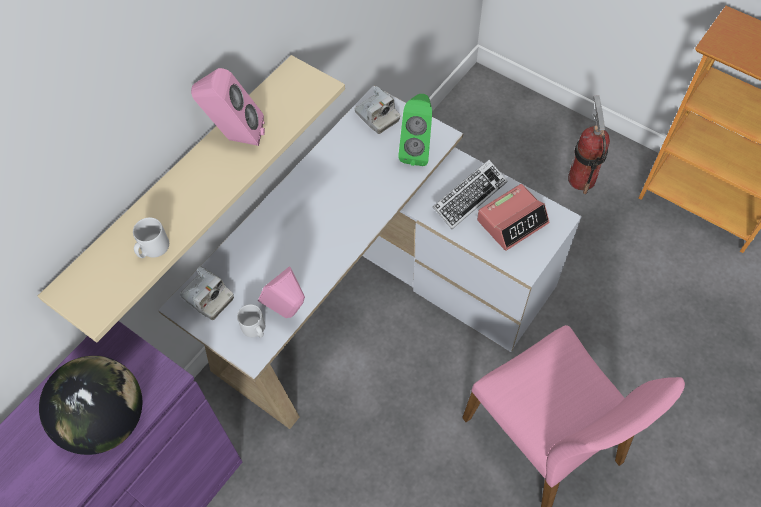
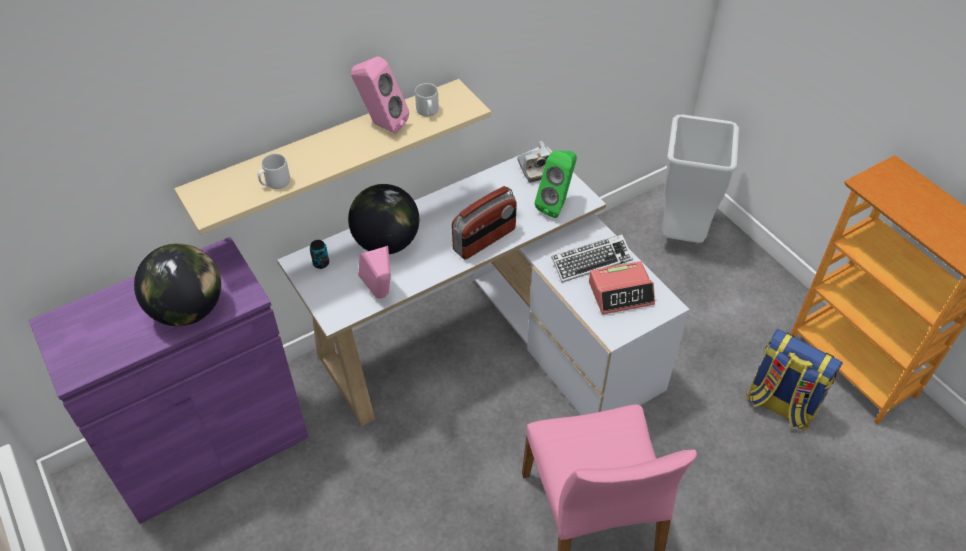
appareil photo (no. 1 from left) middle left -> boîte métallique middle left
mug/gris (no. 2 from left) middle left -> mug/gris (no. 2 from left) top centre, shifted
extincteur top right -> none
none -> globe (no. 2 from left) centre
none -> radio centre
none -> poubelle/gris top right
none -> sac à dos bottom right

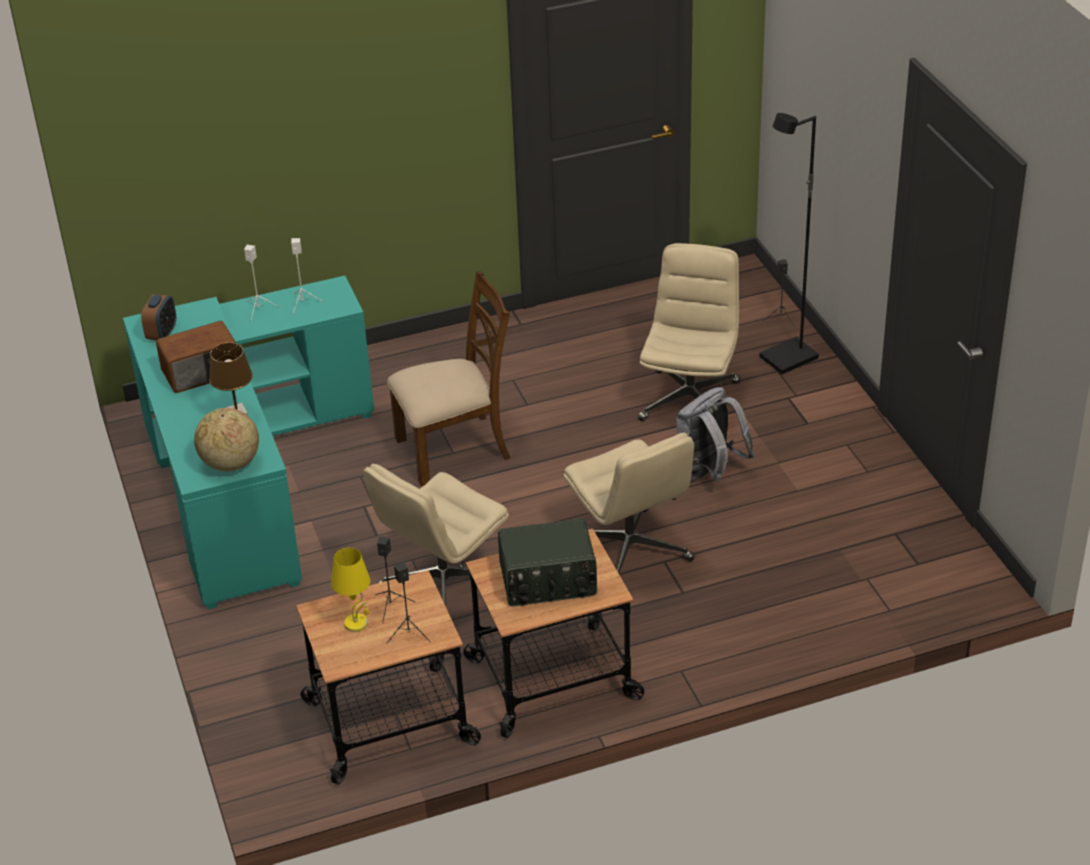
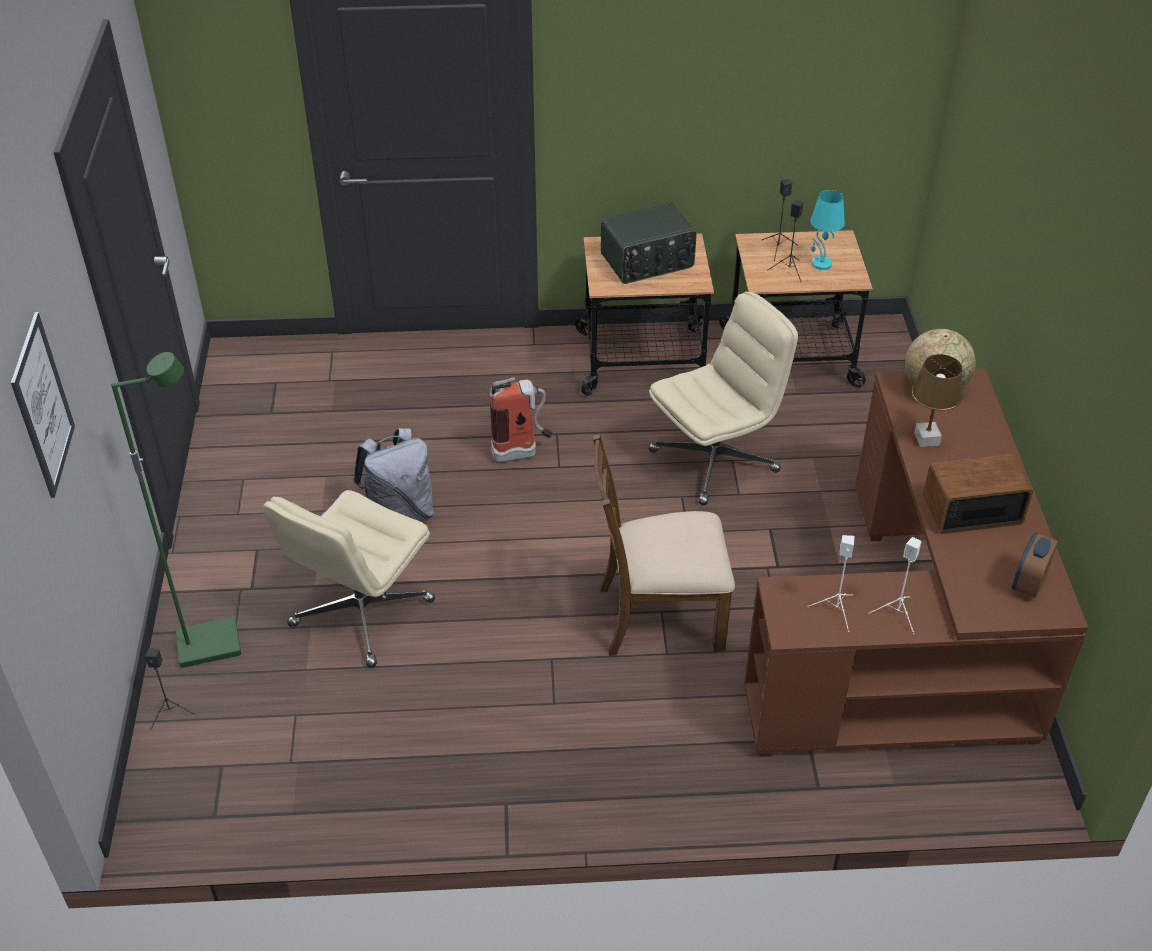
bureau/turquoise middle left -> bureau/marron middle right
lampe de table/jaune bottom left -> lampe de table/turquoise top right
radio (no. 2 from left in the first image) centre -> radio (no. 1 from left) top centre, 150 degrees clockwise
chaise de bureau/beige (no. 2 from left) centre -> extincteur centre
lampadaire/noir top right -> lampadaire/vert middle left
none -> tableau middle left

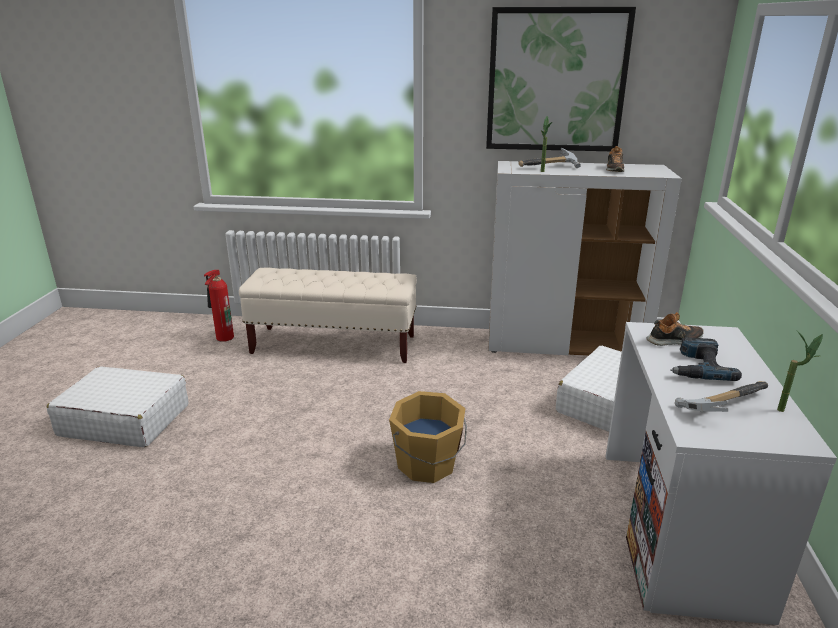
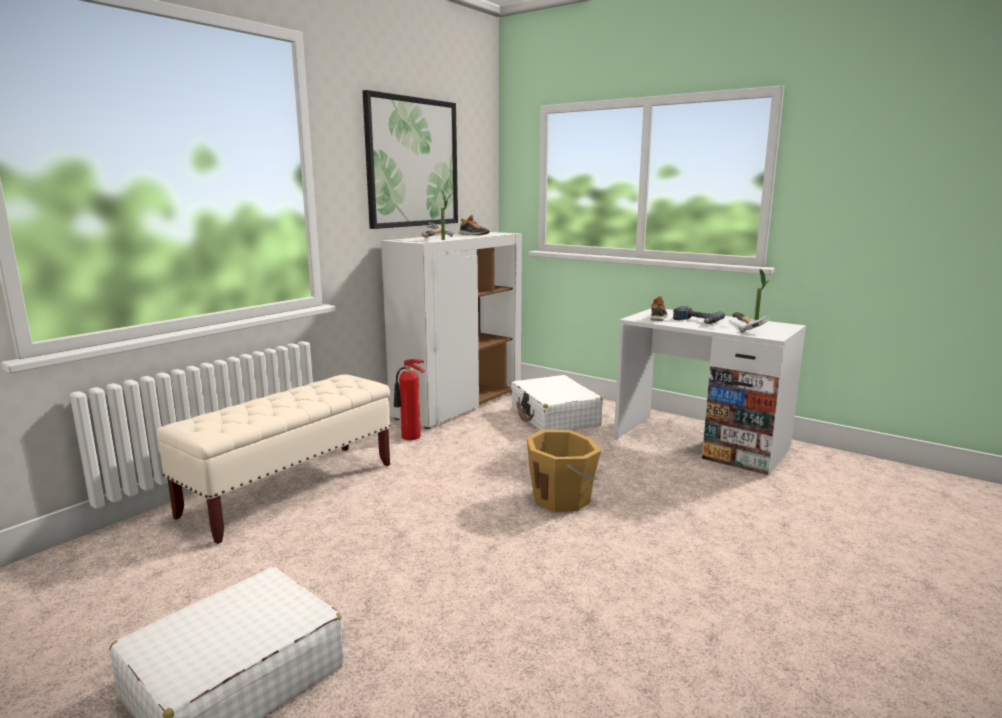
extincteur middle left -> extincteur centre, shifted

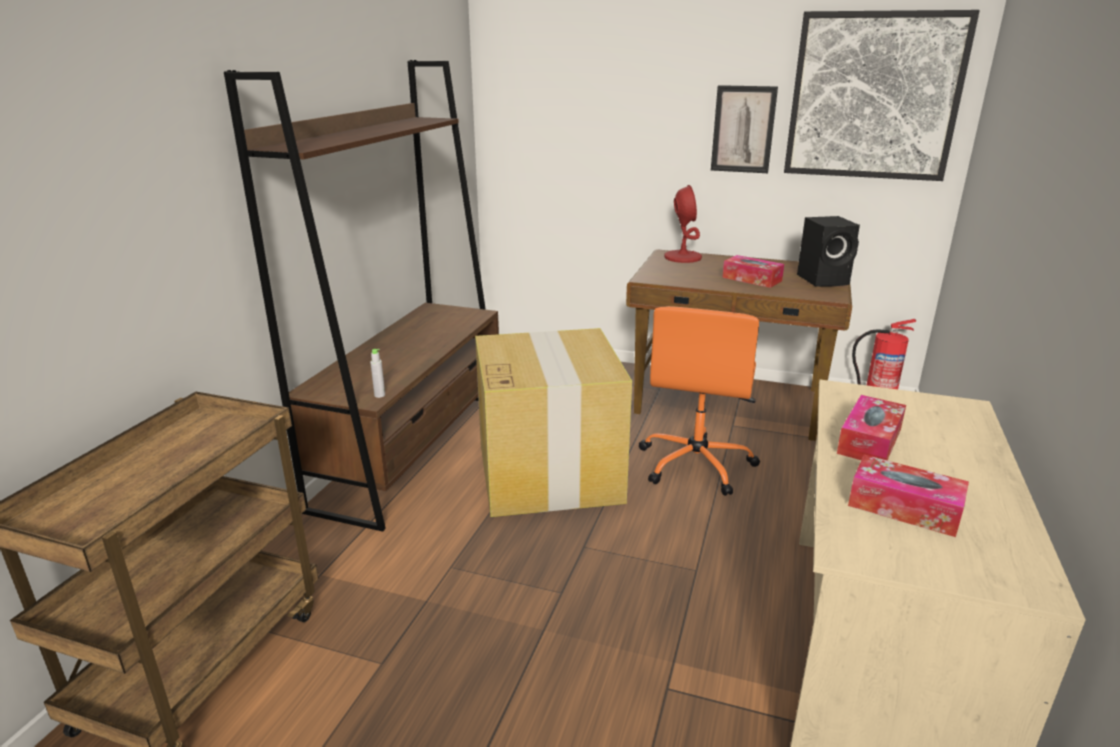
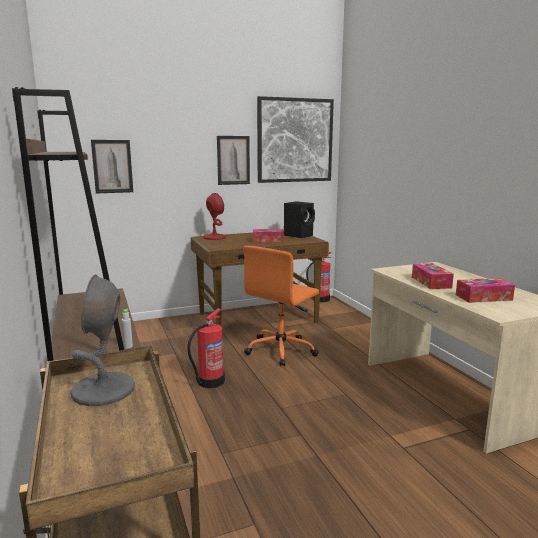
carton centre -> extincteur (no. 1 from left) centre
chaise de bureau/orange centre, 60 degrees clockwise
none -> lampe de table/gris middle left
none -> tableau (no. 1 from left) top left

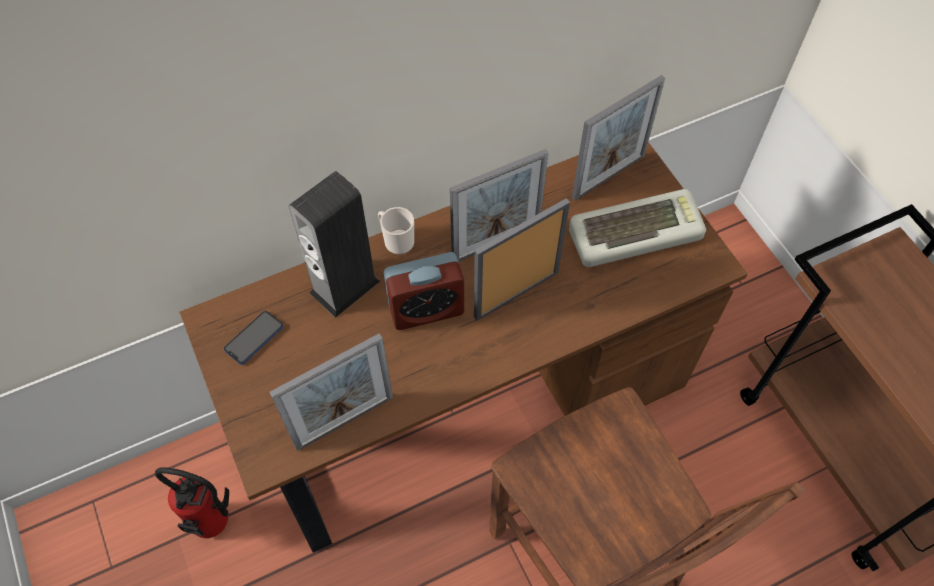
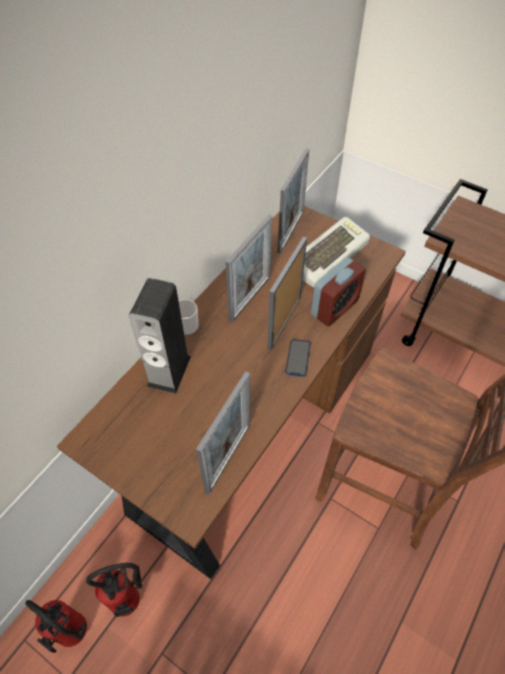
téléphone middle left -> téléphone centre, shifted
réveil centre -> réveil middle right, shifted
none -> extincteur (no. 1 from left) bottom left

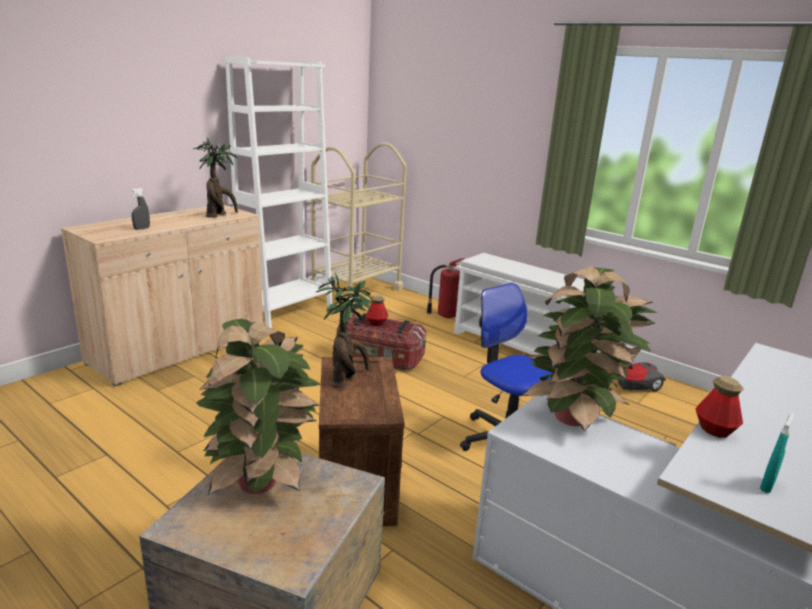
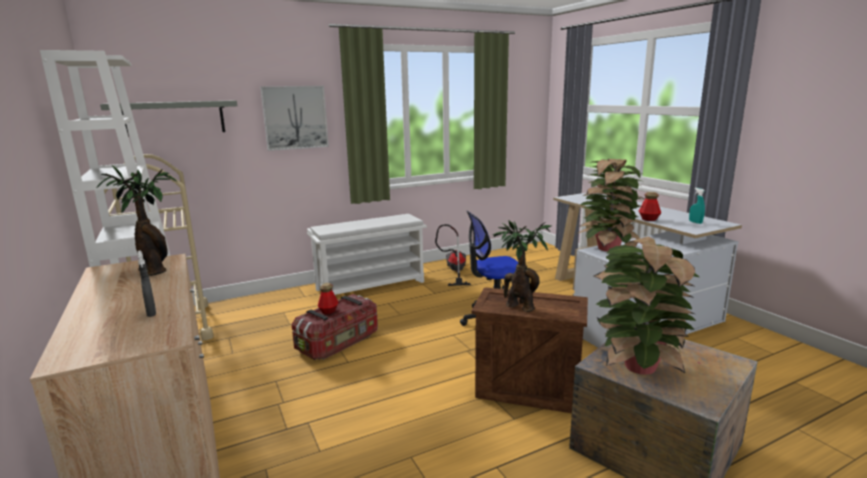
extincteur centre -> none
none -> étagère/gris top left
none -> tableau top centre

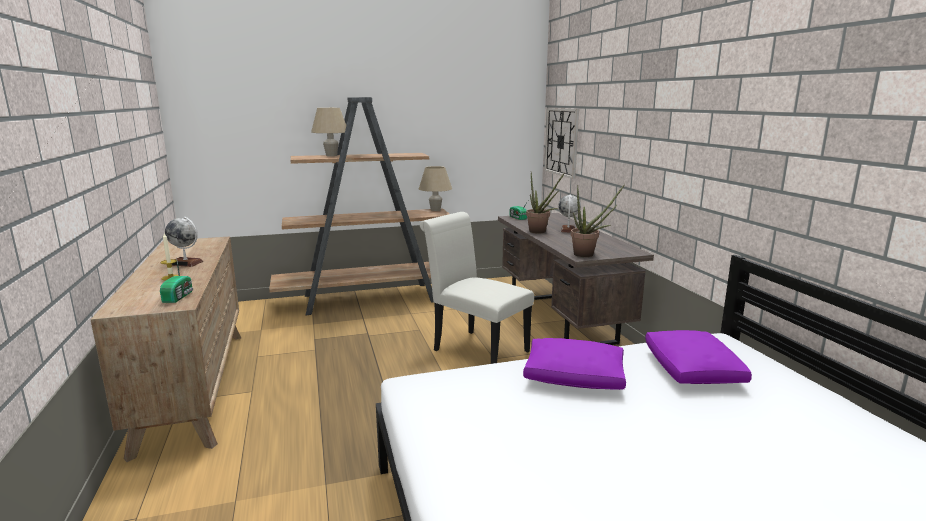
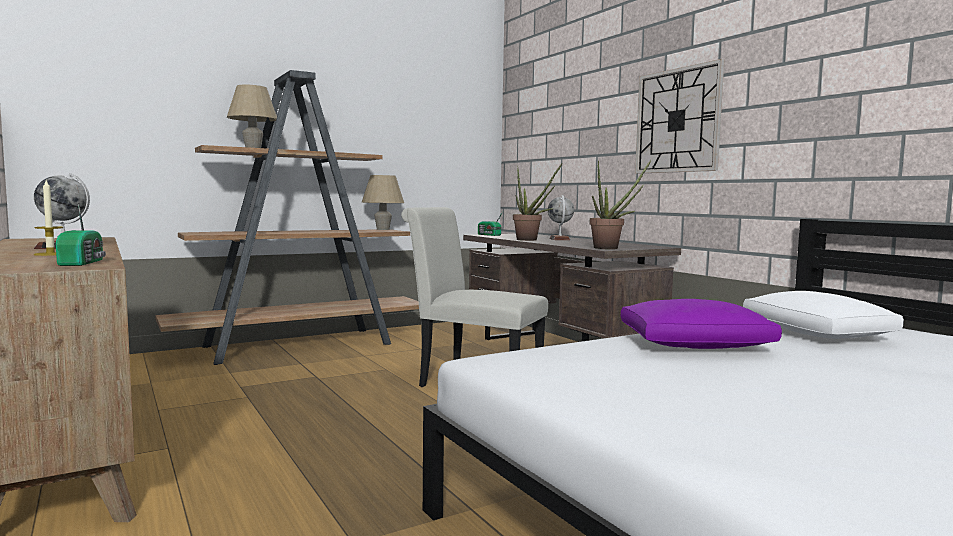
horloge murale top centre -> horloge murale top right, shifted
coussin/violet (no. 2 from left) bottom right -> coussin/blanc middle right

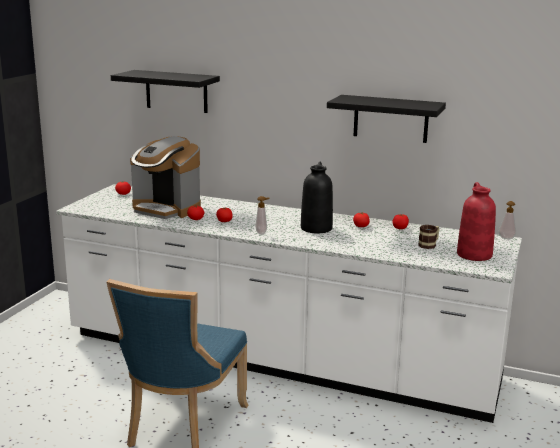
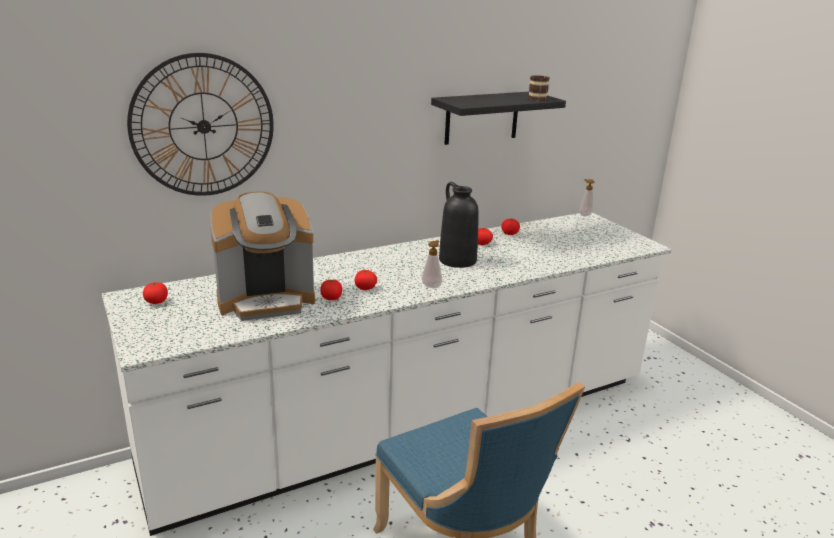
étagère/noir (no. 1 from left) top left -> horloge murale top left
mug middle right -> mug top centre, shifted
vase/rouge middle right -> none

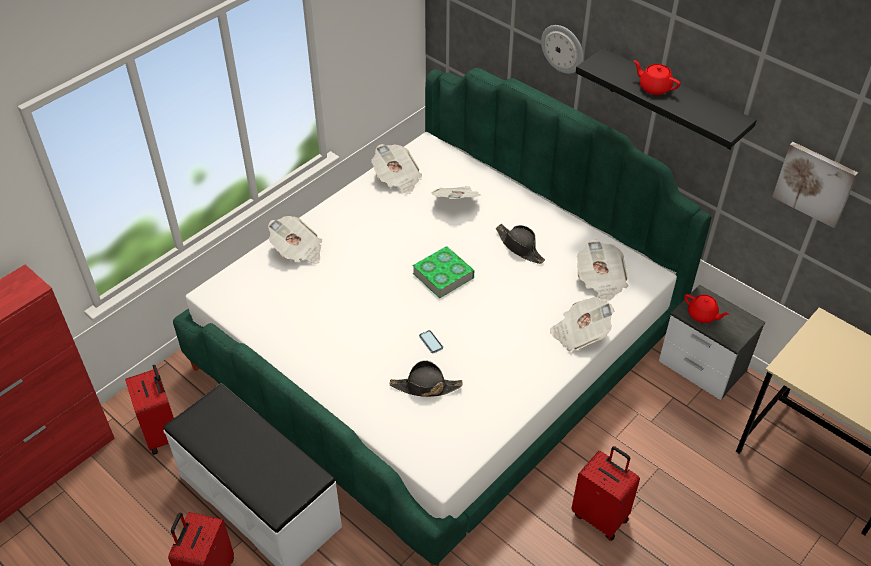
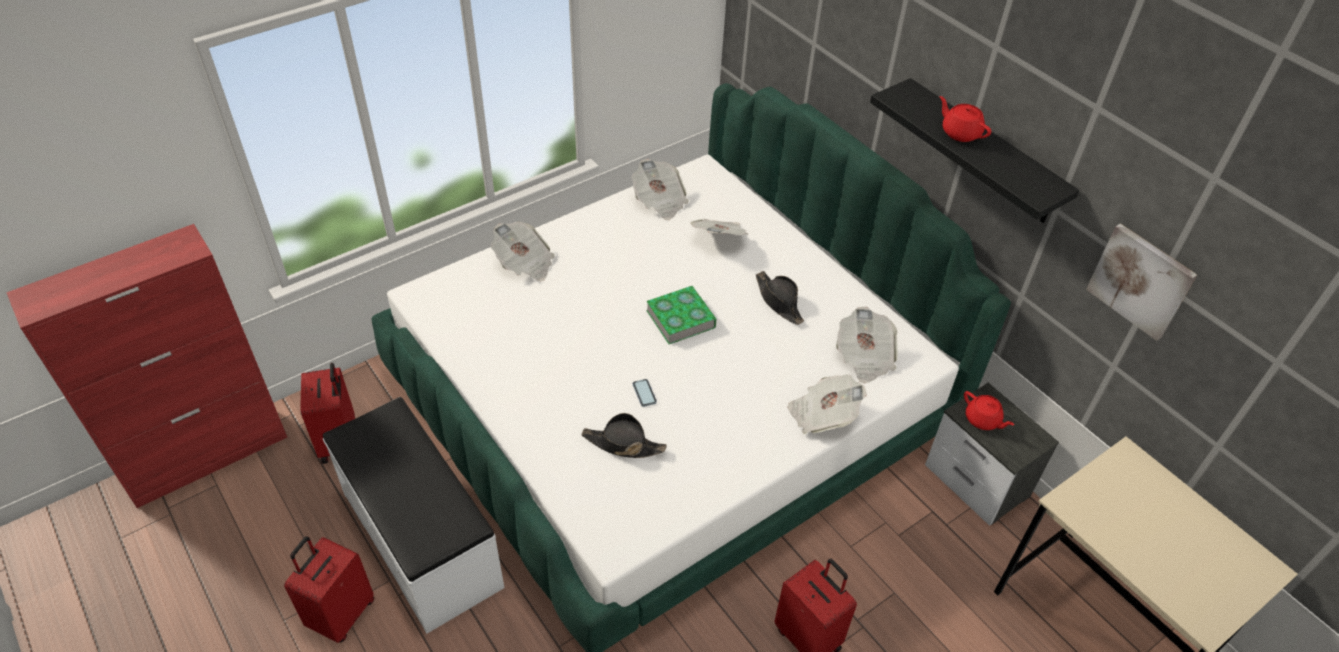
horloge murale top centre -> none

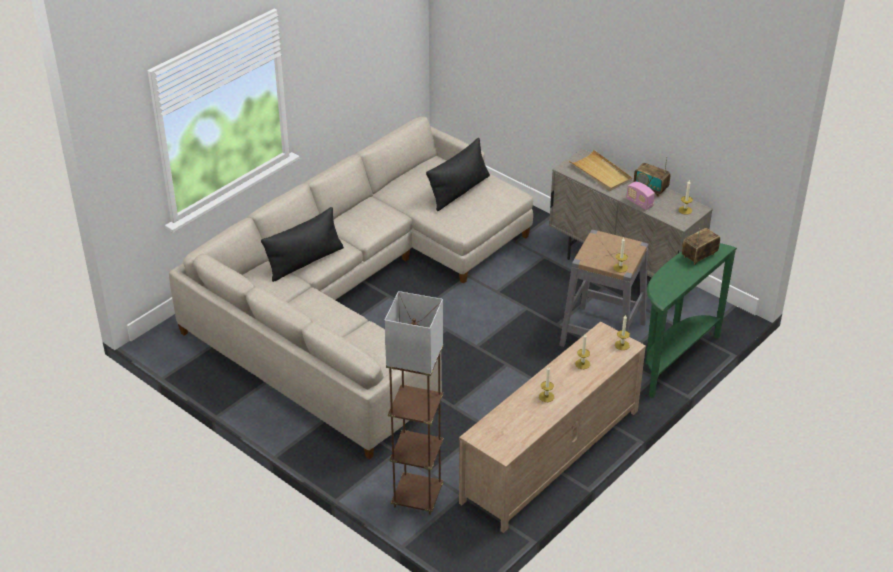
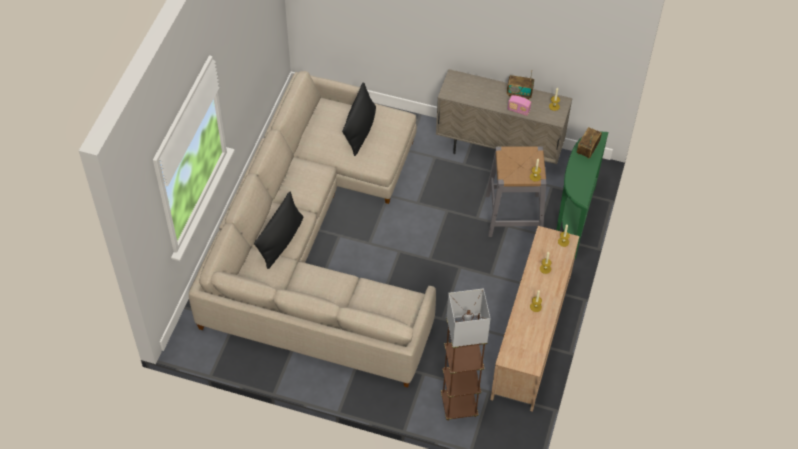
plateau/beige top right -> none

